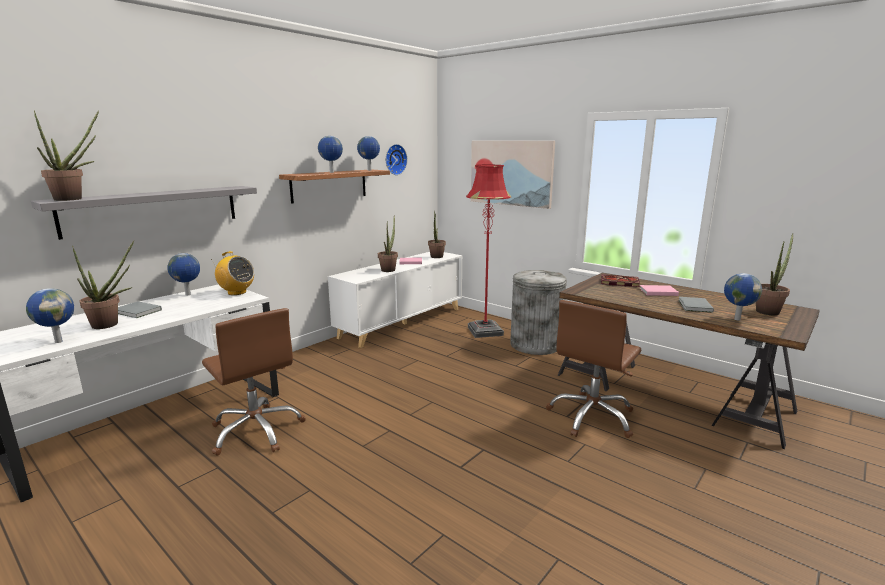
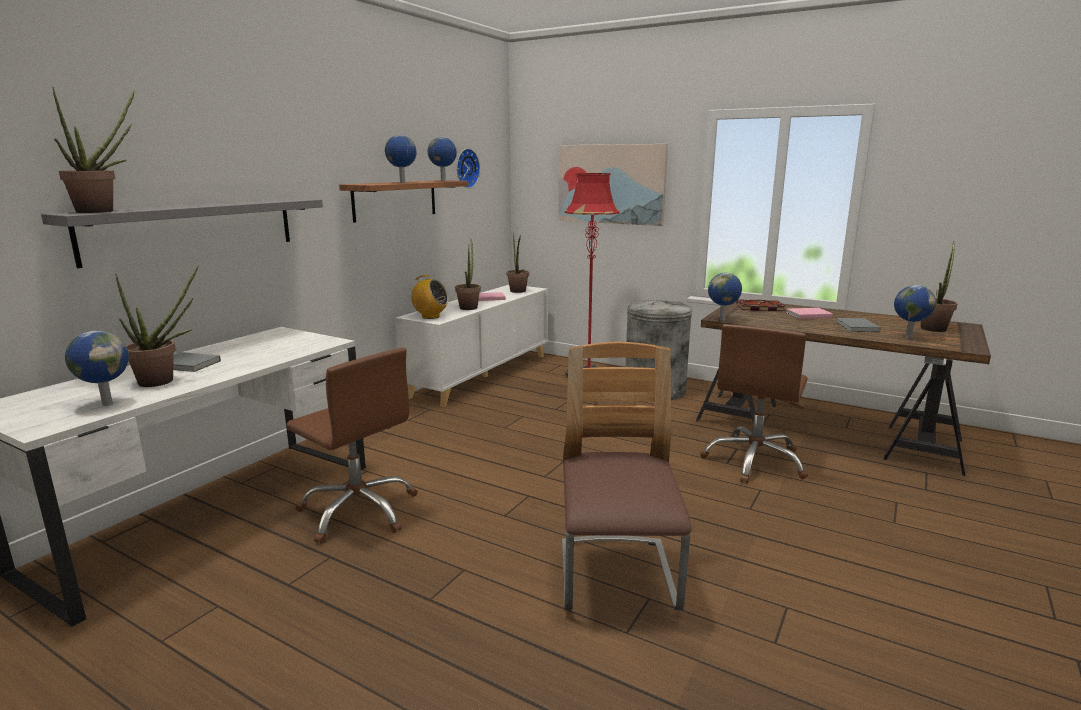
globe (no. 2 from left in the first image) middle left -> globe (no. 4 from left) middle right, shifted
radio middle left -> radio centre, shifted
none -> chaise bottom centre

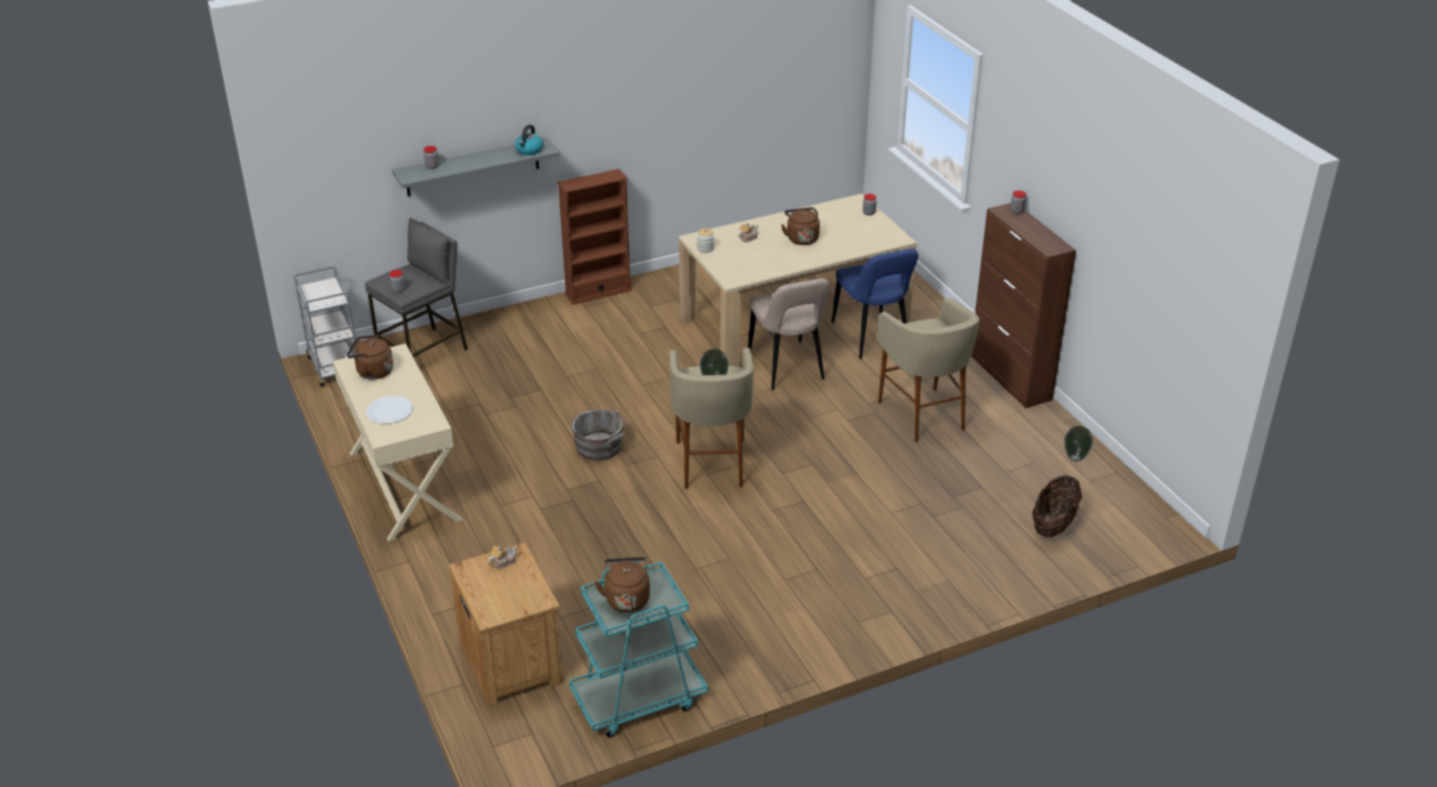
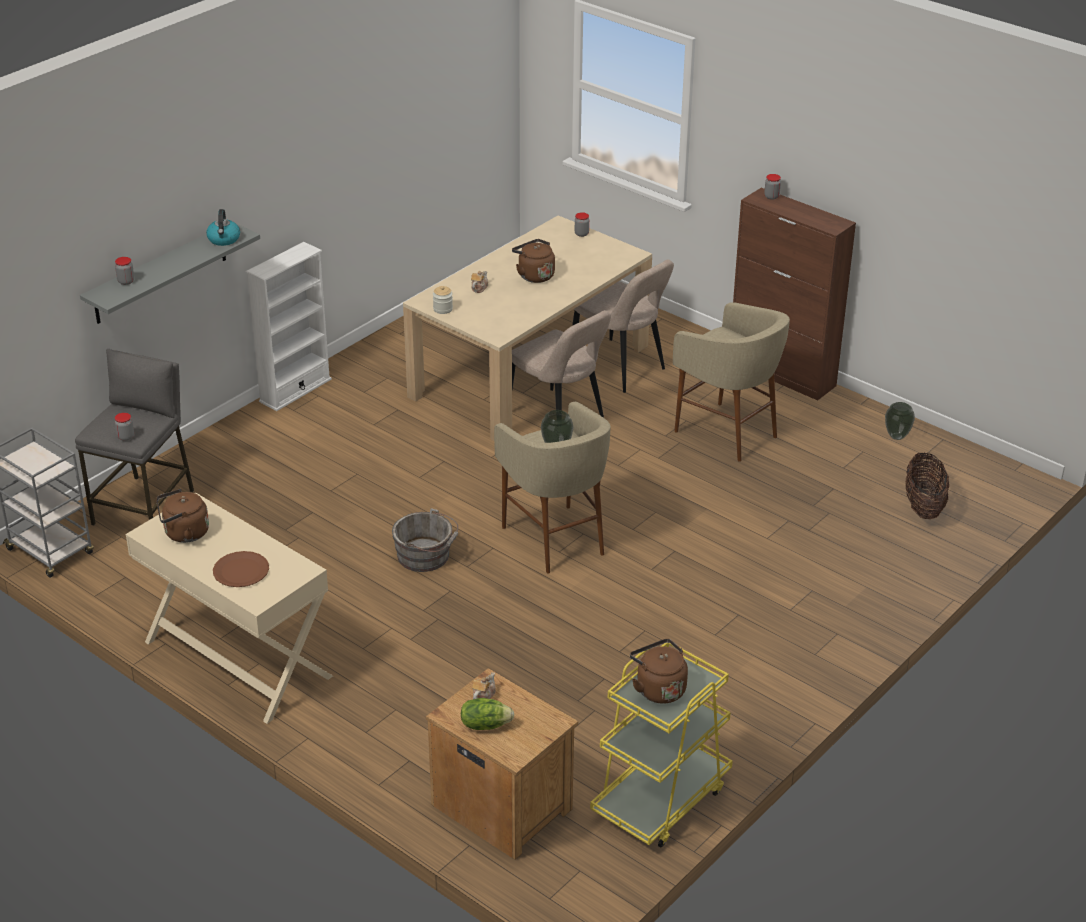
assiette/blanc middle left -> assiette/marron middle left
bibliothèque/marron top centre -> bibliothèque/blanc middle left
chariot/turquoise bottom centre -> chariot/jaune bottom centre
chaise/bleu centre -> chaise/beige (no. 2 from left) centre
none -> laitue bottom centre

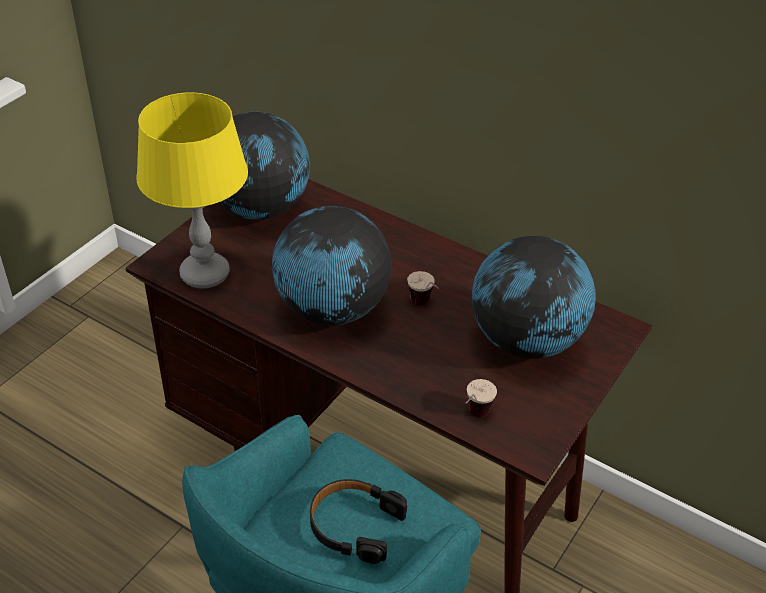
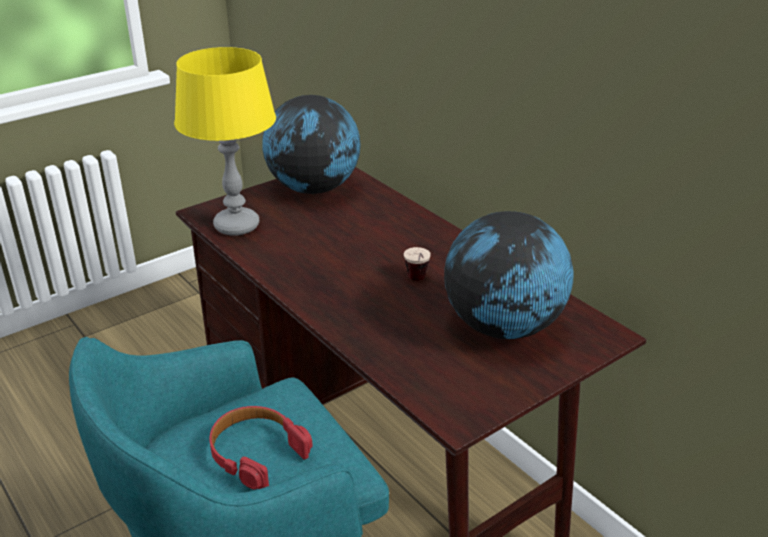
globe (no. 2 from left) centre -> none
casque audio/noir bottom centre -> casque audio/rouge bottom centre
tasse (no. 2 from left) bottom centre -> none

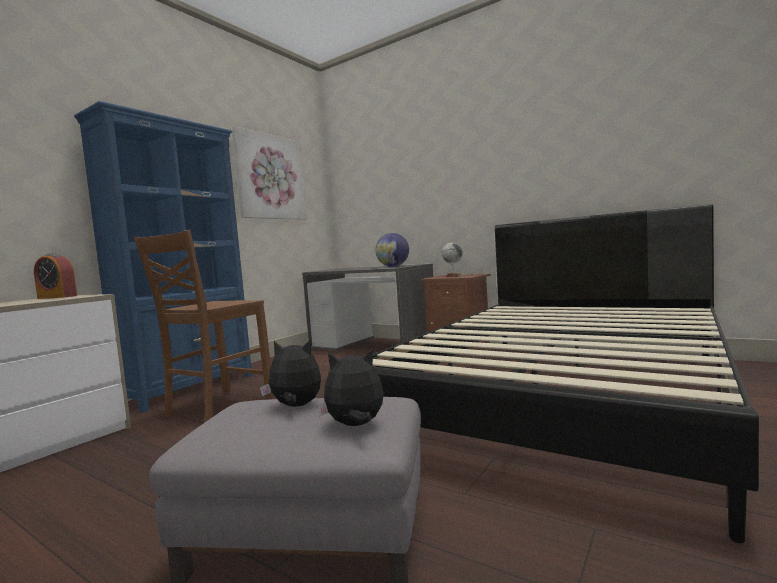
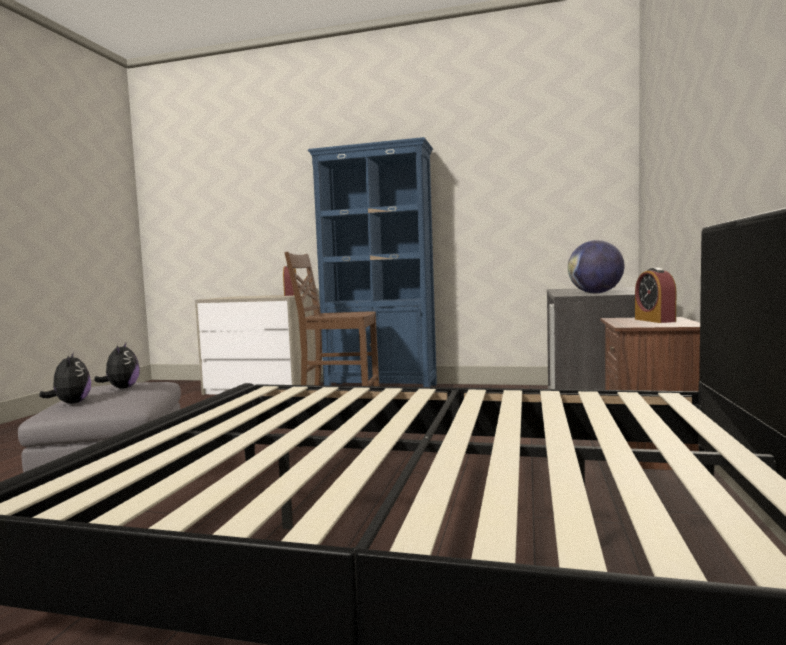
tableau top centre -> none
globe (no. 2 from left) centre -> réveil (no. 2 from left) middle right

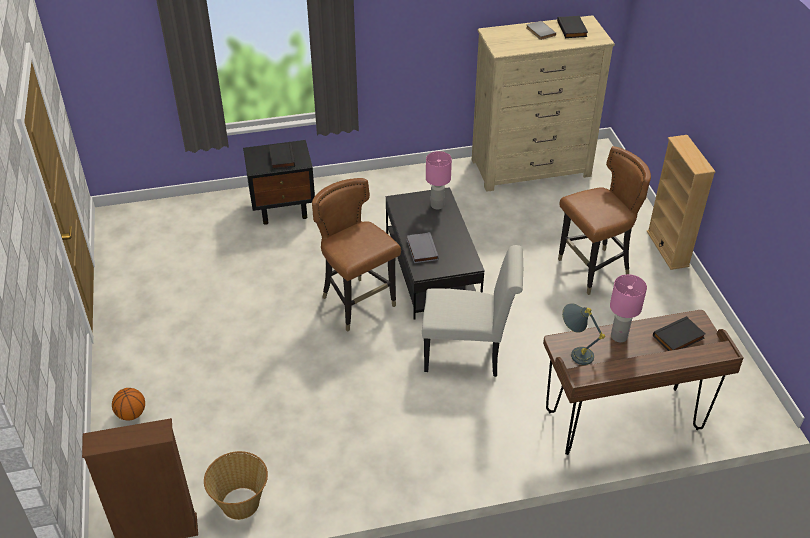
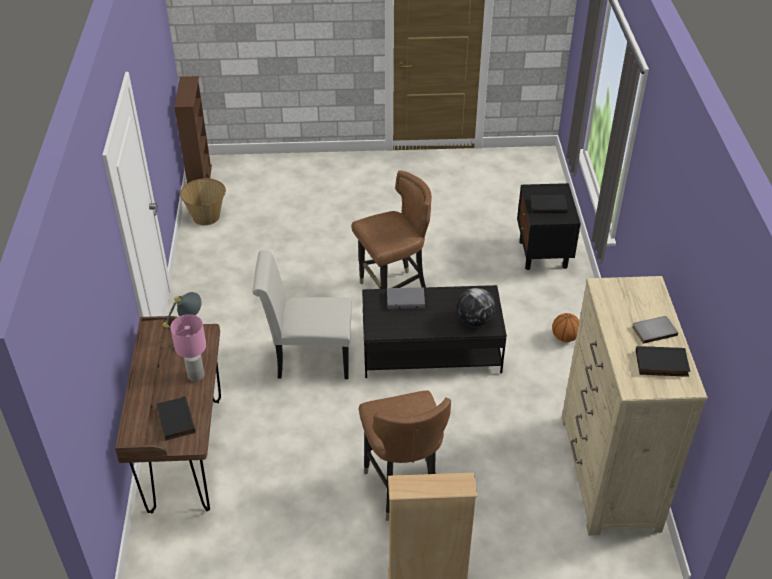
ballon de basket bottom left -> ballon de basket middle right, shifted
chaise/blanc centre, 75 degrees clockwise
lampe de table/rose (no. 1 from left) centre -> globe centre

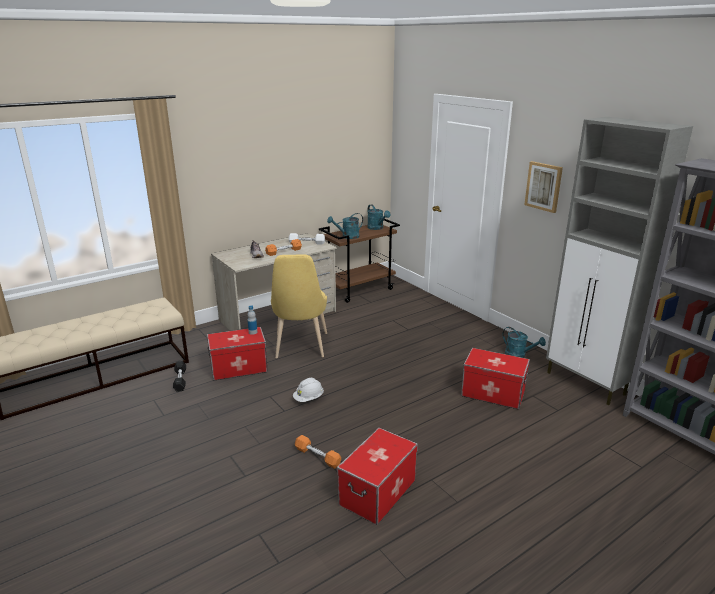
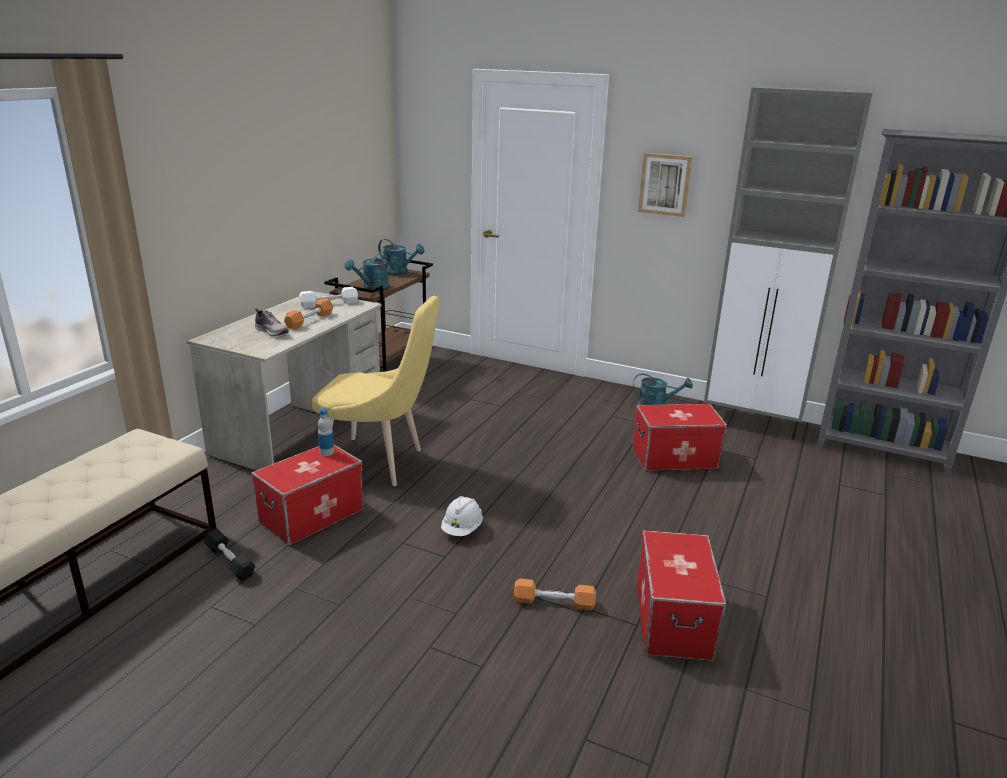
chaise/jaune centre, 45 degrees counterclockwise

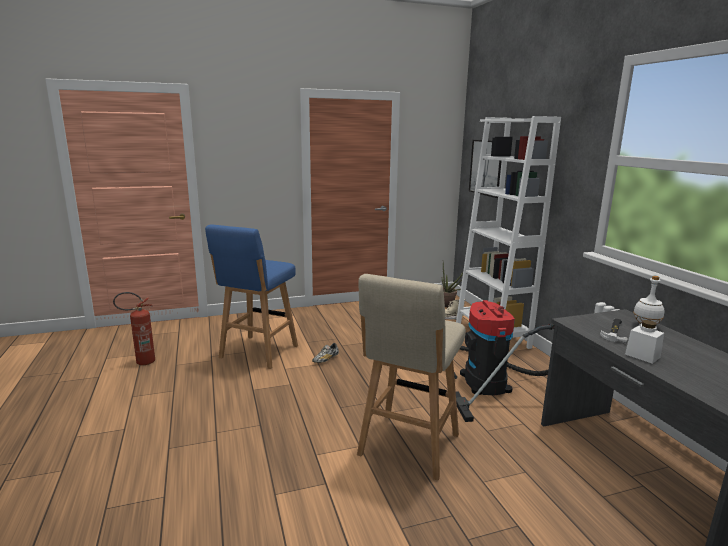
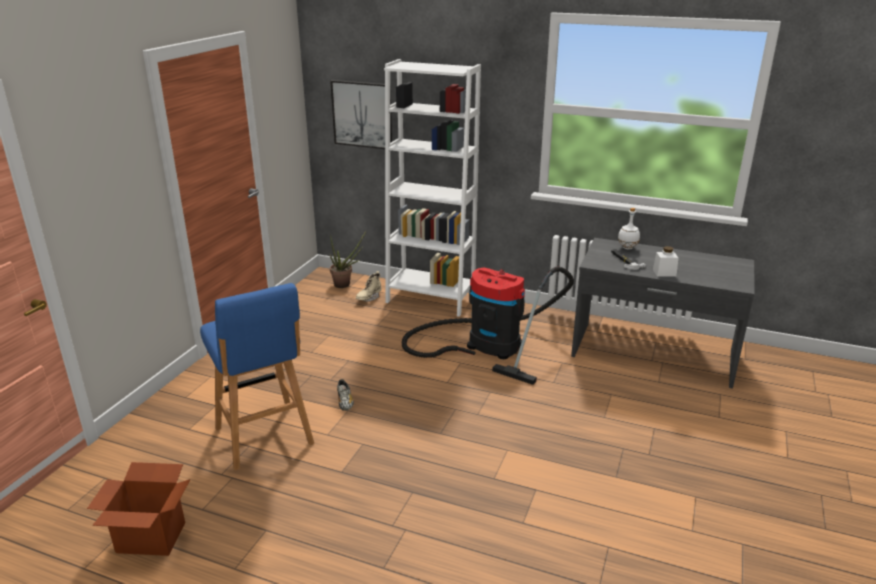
extincteur middle left -> carton bottom left
tabouret/beige bottom centre -> none

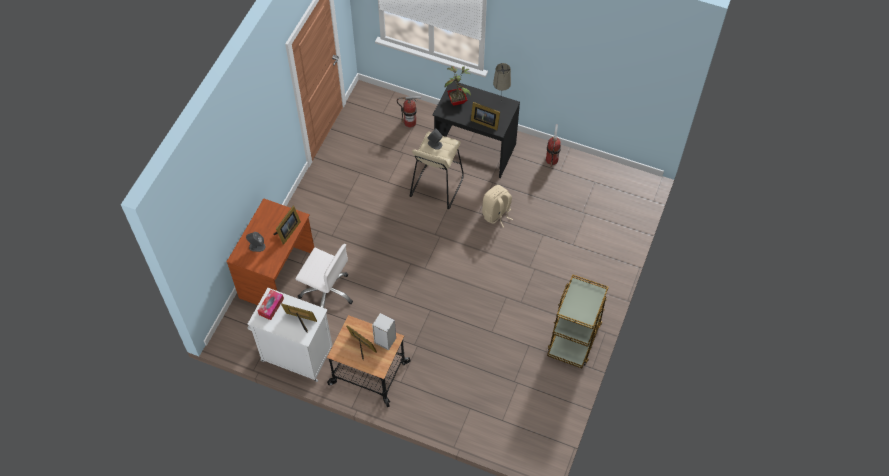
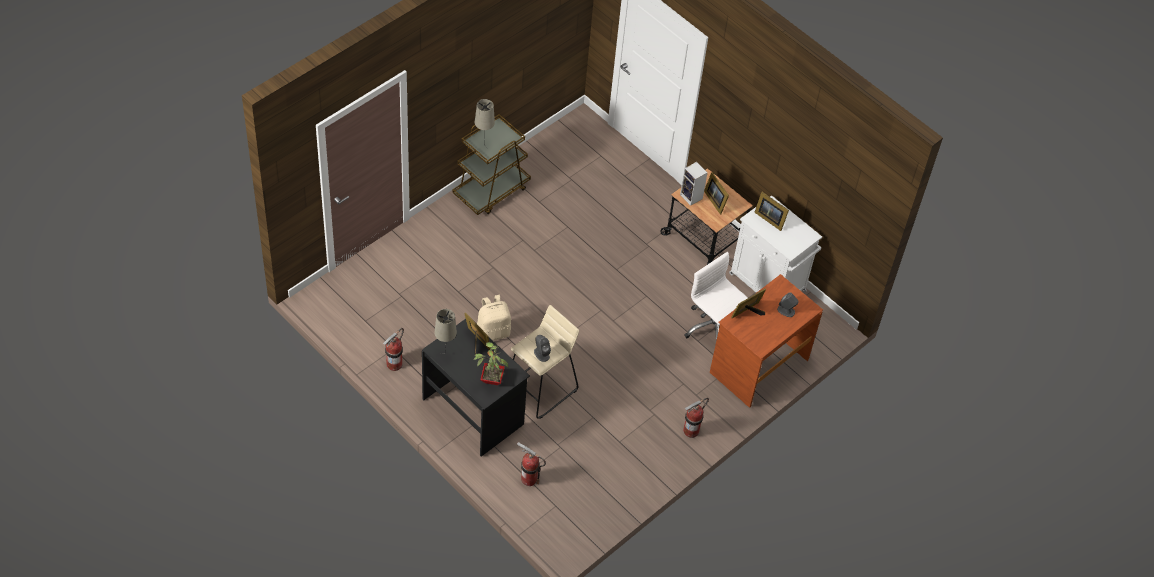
boîte à mouchoirs middle left -> none
none -> lampe de table/beige (no. 2 from left) top centre
none -> extincteur (no. 3 from left) bottom centre

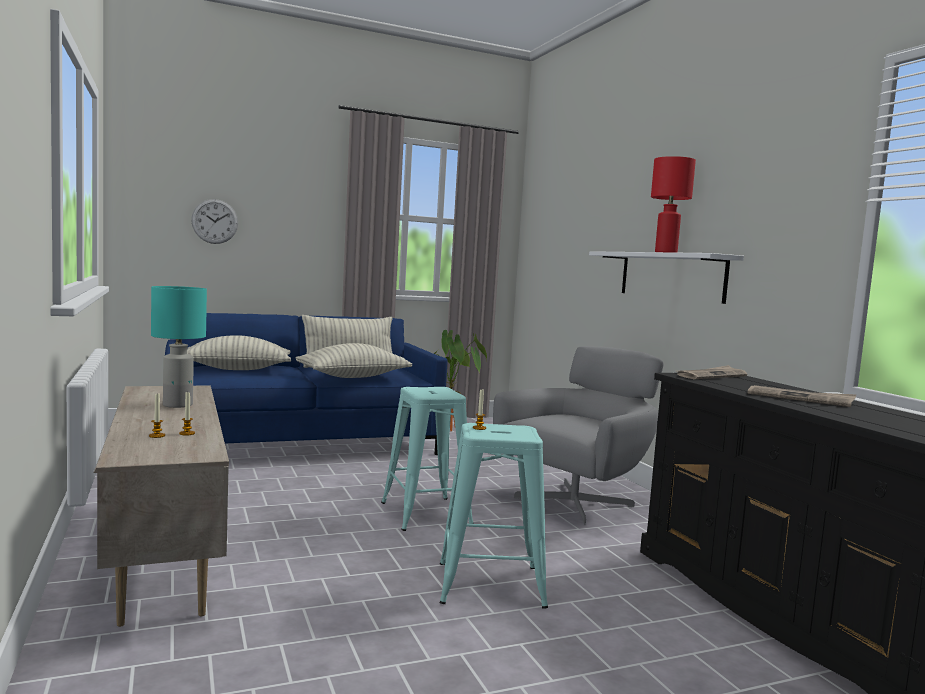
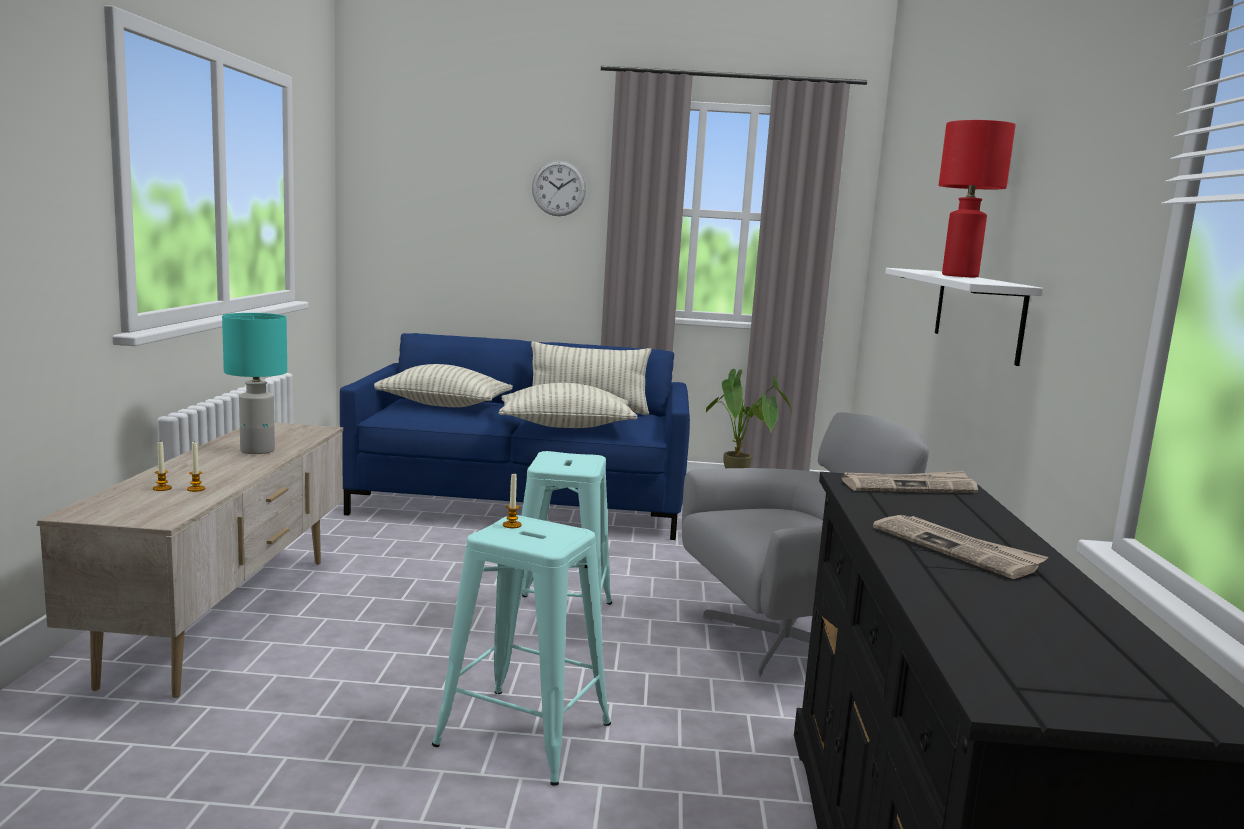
horloge murale top left -> horloge murale top centre, shifted

